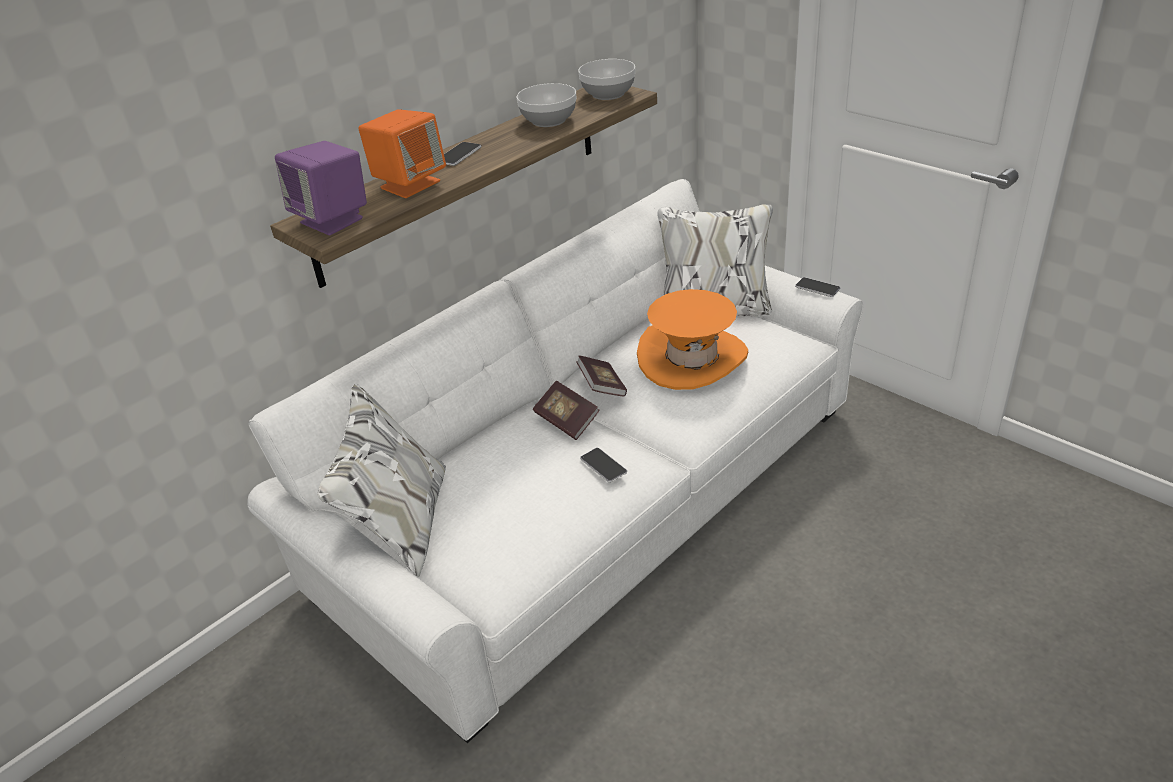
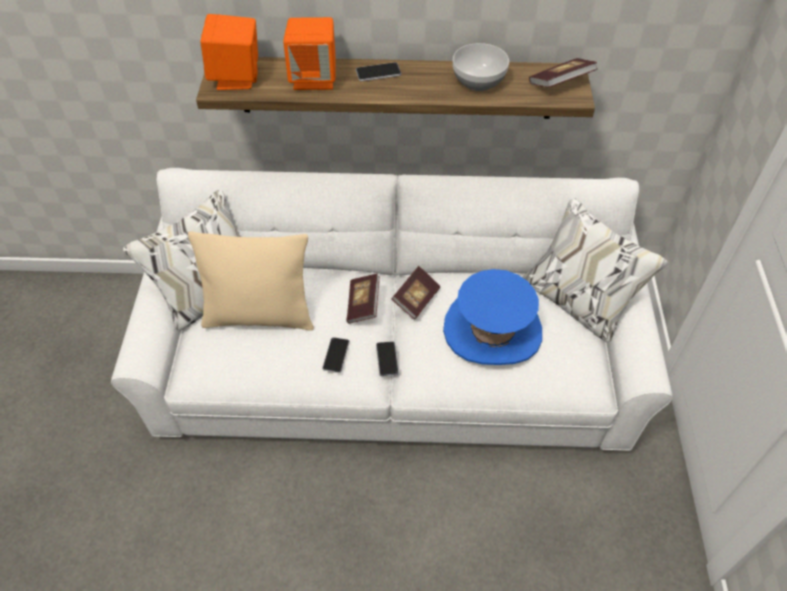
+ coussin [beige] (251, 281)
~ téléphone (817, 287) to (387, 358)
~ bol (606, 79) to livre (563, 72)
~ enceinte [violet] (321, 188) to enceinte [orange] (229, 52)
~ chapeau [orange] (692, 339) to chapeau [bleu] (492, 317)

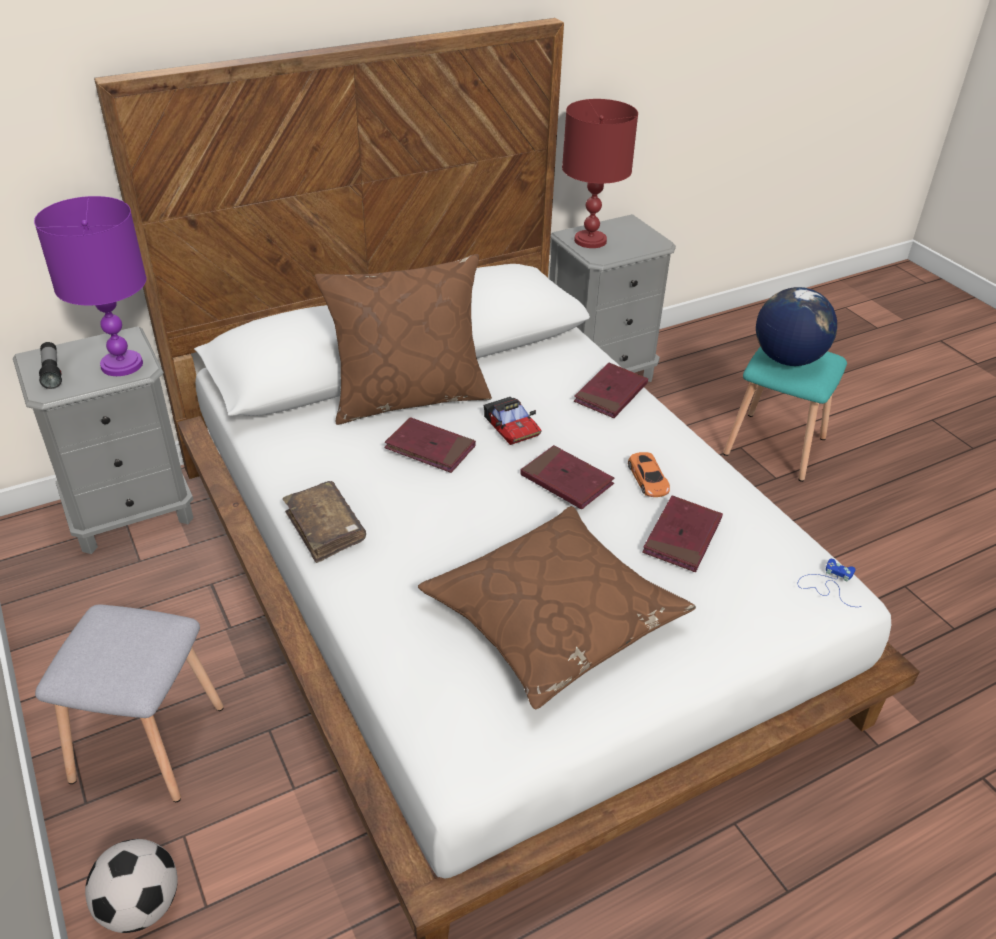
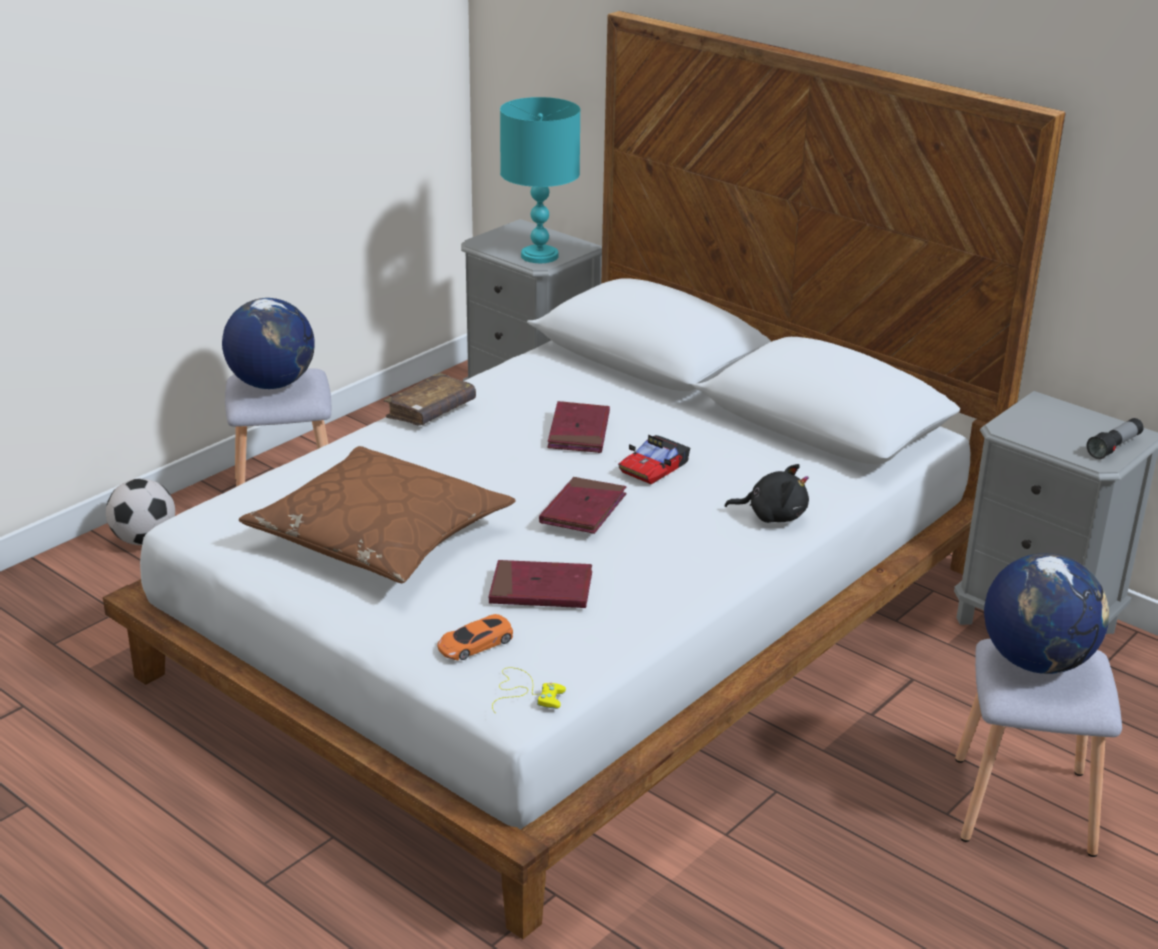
- coussin [marron] (403, 339)
- lampe de table [rouge] (600, 173)
+ globe (268, 343)
~ lampe de poche (50, 365) to (1115, 438)
~ petite voiture [orange] (649, 474) to (475, 637)
~ livre [rouge] (611, 390) to peluche [noir] (767, 493)
~ lampe de table [violet] (90, 286) to lampe de table [turquoise] (540, 180)
~ tabouret [turquoise] (785, 414) to tabouret [gris] (1038, 748)
~ manette [bleu] (829, 583) to manette [jaune] (529, 689)

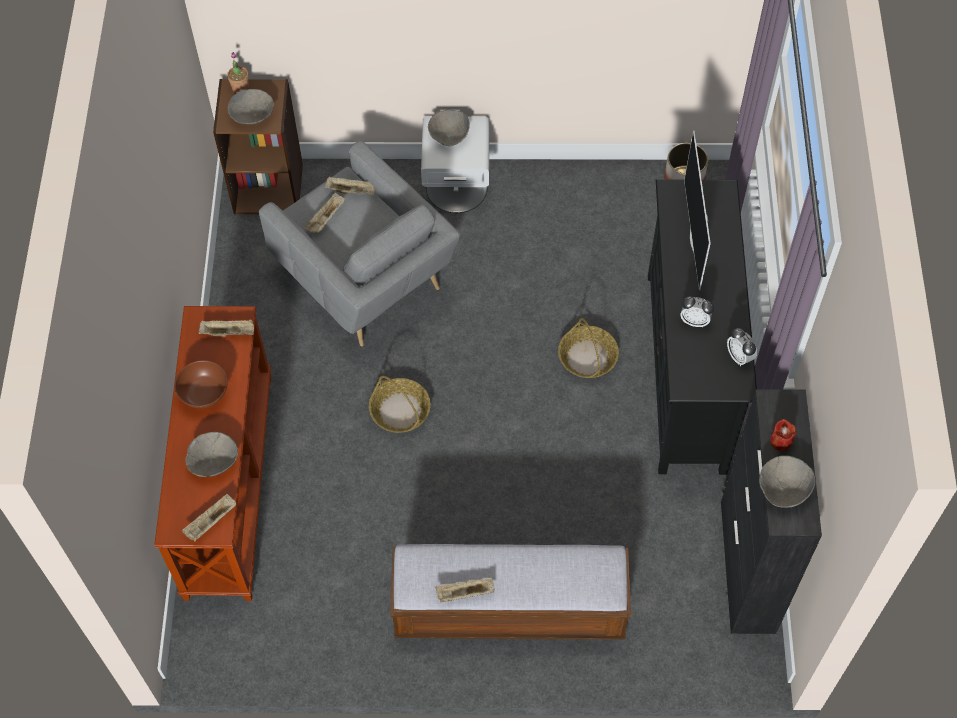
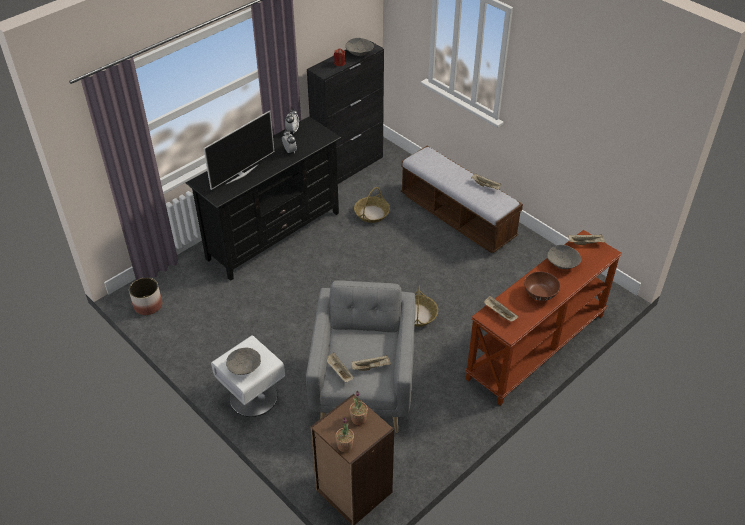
~ panier (588, 348) to (372, 205)
~ bol [gris] (251, 106) to plante en pot (359, 408)

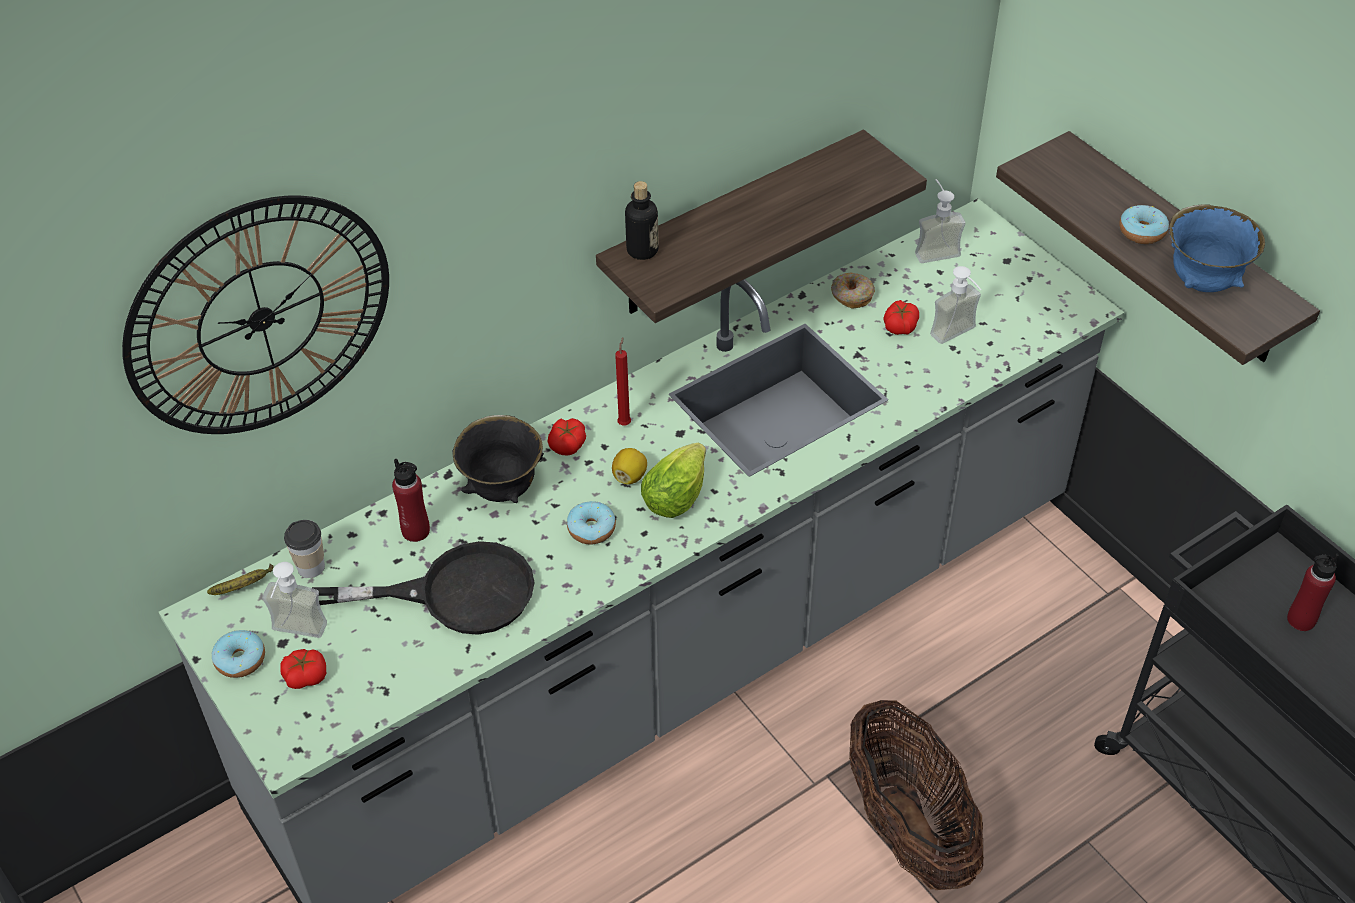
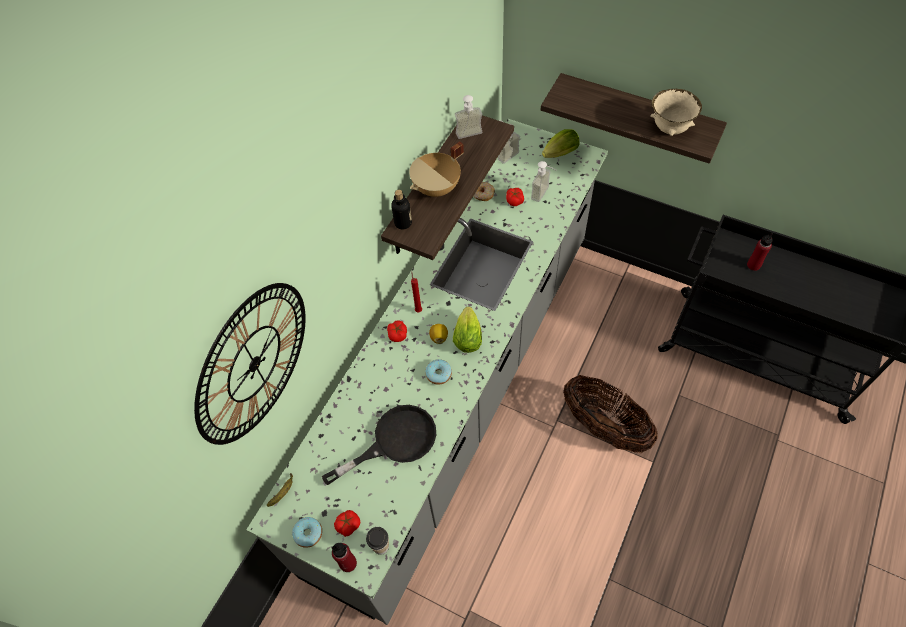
- bol [noir] (498, 459)
- beignet (1144, 224)
+ marmite [beige] (436, 169)
+ laitue (561, 143)
~ distributeur de savon (294, 600) to (468, 117)
~ tasse (304, 549) to (377, 541)
~ bouteille [rouge] (411, 500) to (344, 557)
~ bol [bleu] (1217, 248) to bol [beige] (676, 112)

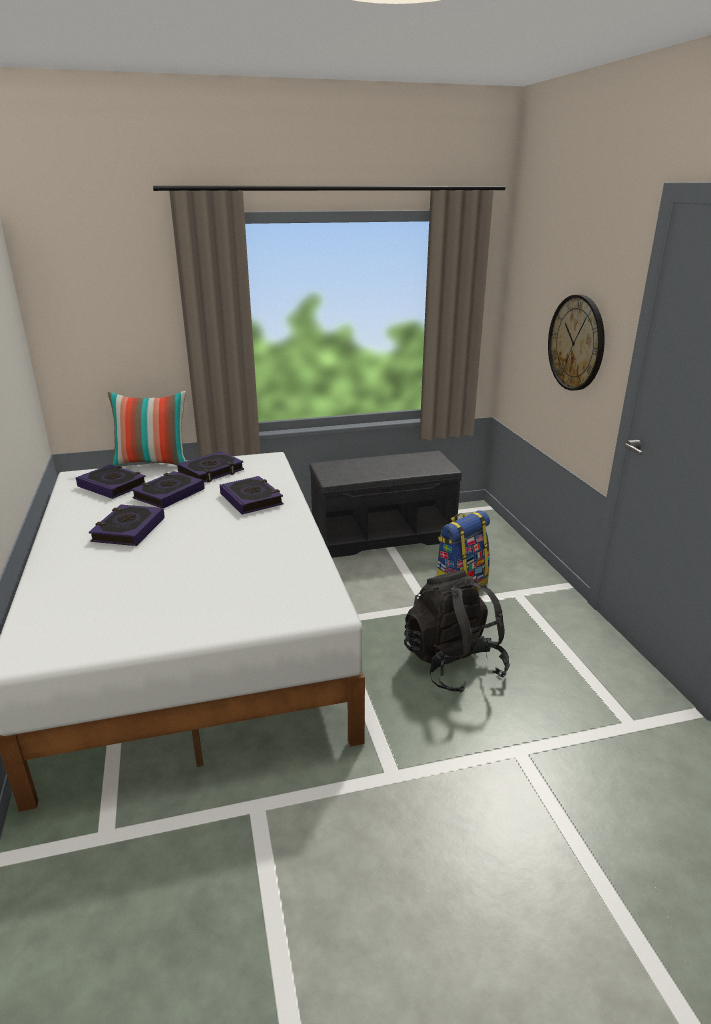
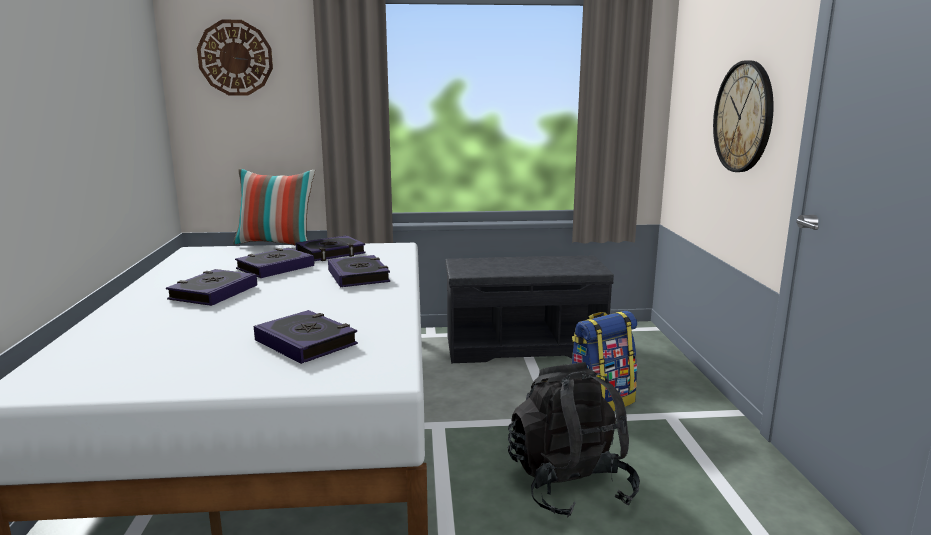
+ horloge murale (235, 58)
~ livre (111, 481) to (306, 337)

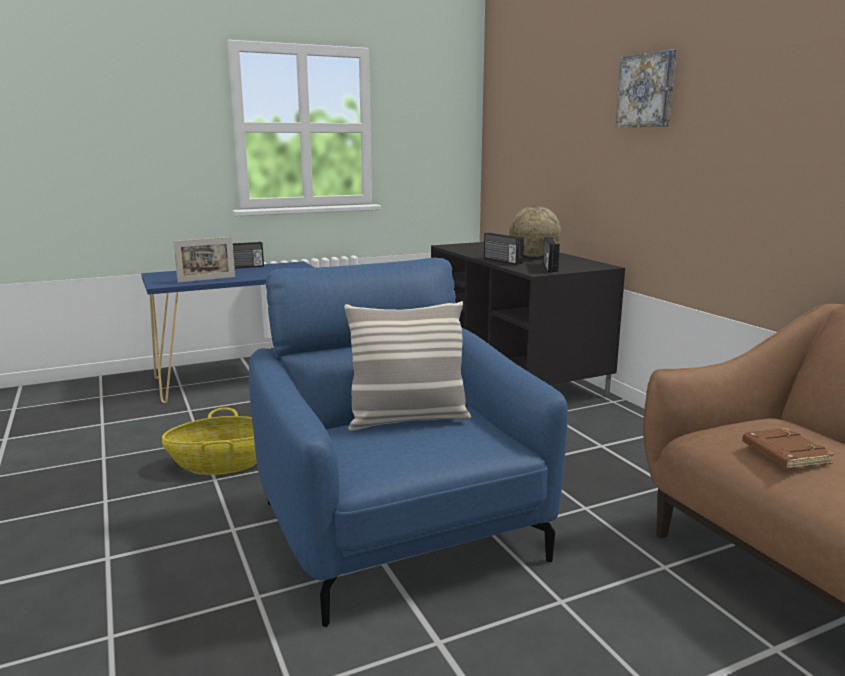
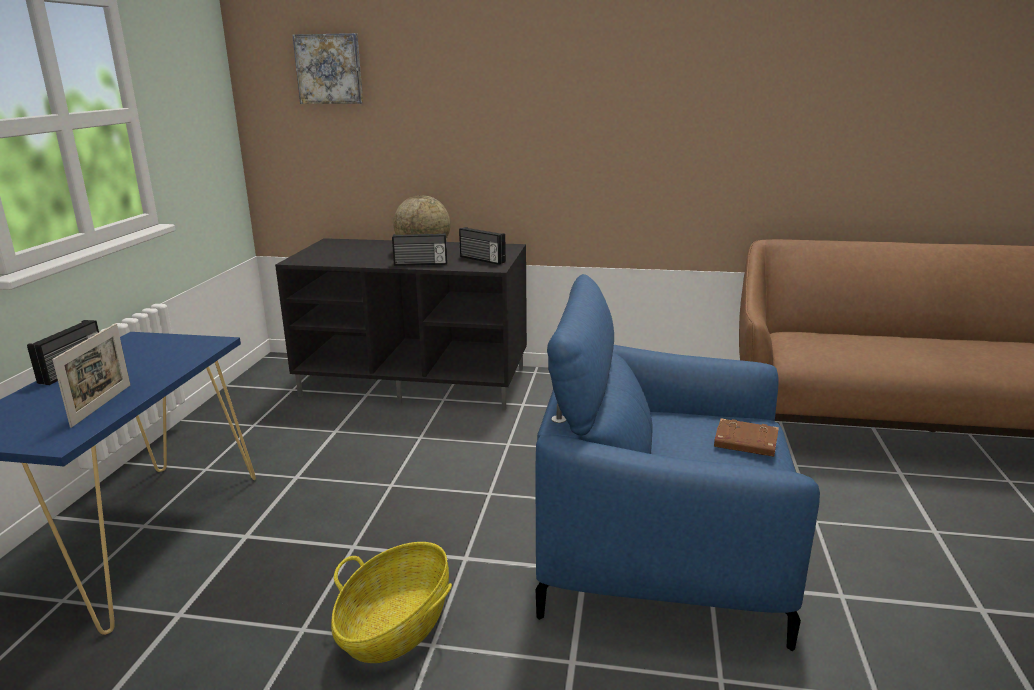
- coussin (407, 366)
~ tableau (646, 88) to (327, 68)
~ livre [marron] (788, 448) to (746, 437)

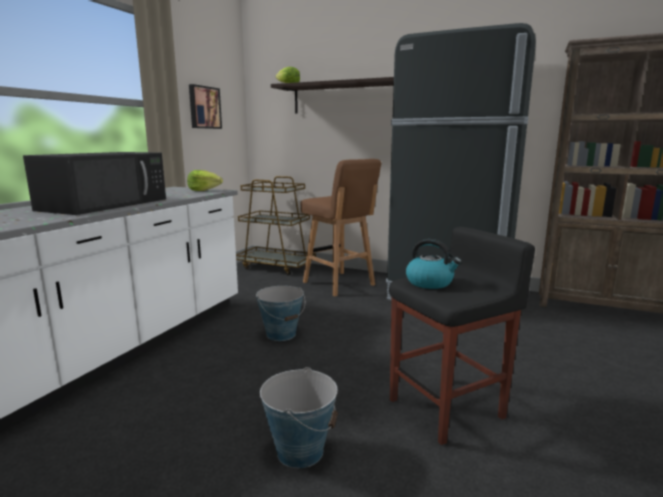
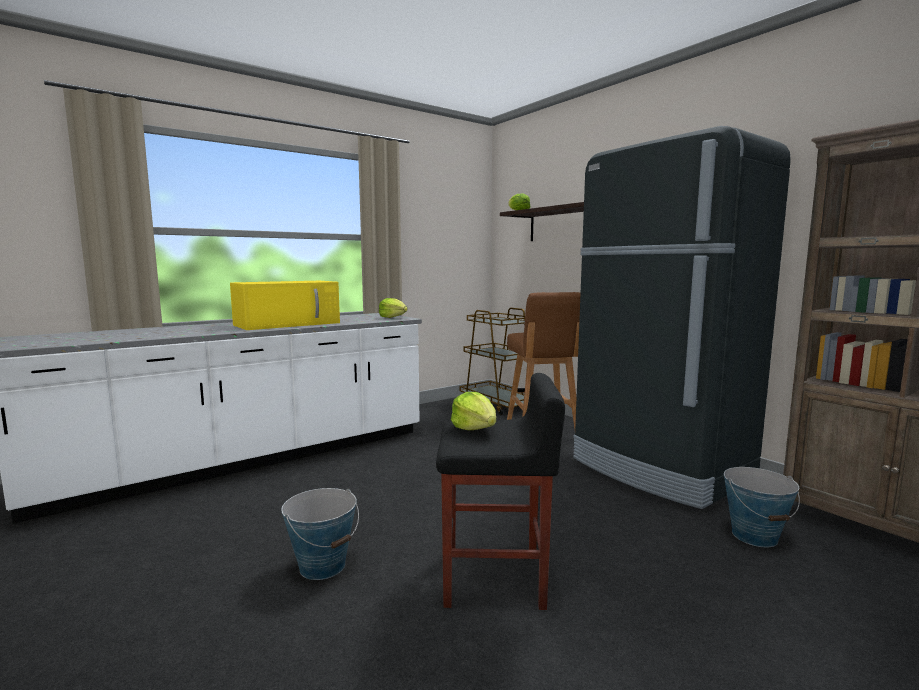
- tableau (205, 106)
~ seau (280, 313) to (762, 507)
~ bouilloire (434, 264) to laitue (473, 411)
~ micro-ondes [noir] (94, 183) to micro-ondes [jaune] (285, 305)

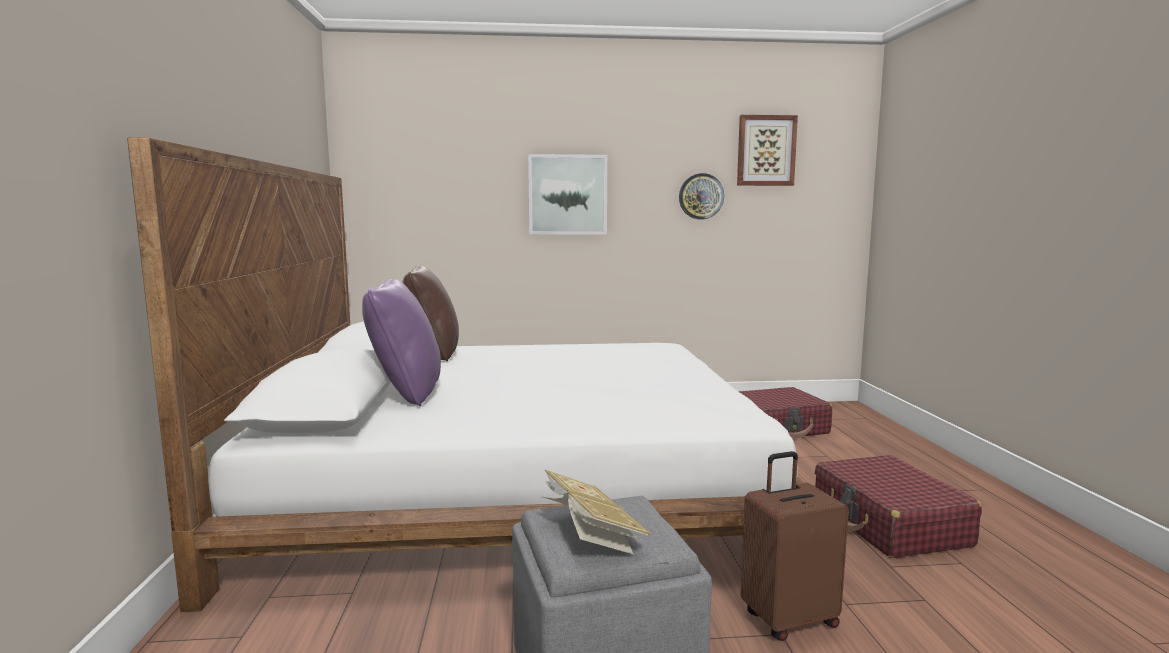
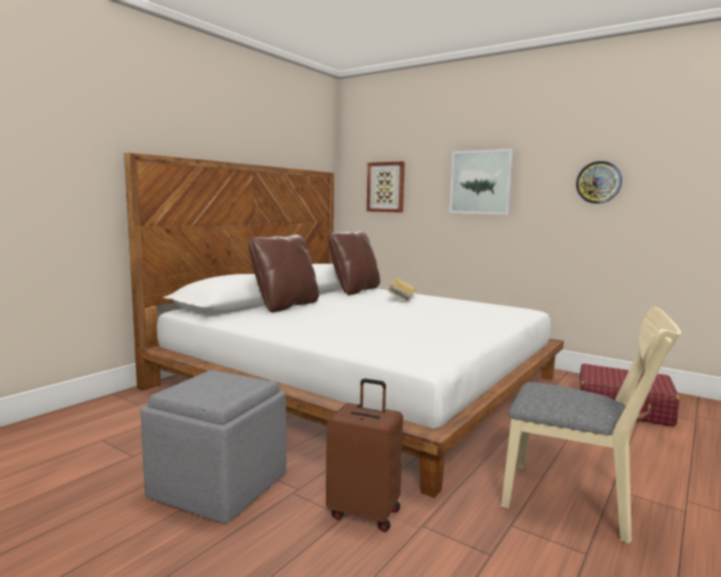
~ livre (597, 512) to (402, 290)
~ tableau (767, 150) to (386, 187)
~ valise [rouge] (898, 506) to chaise [beige] (591, 425)
~ coussin [violet] (401, 342) to coussin [marron] (284, 274)

